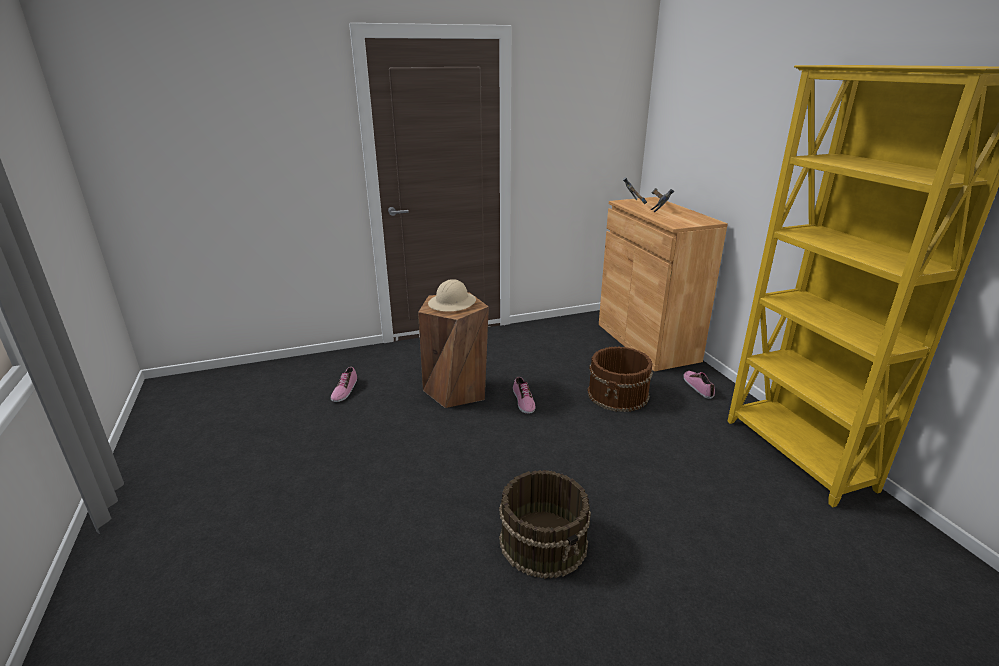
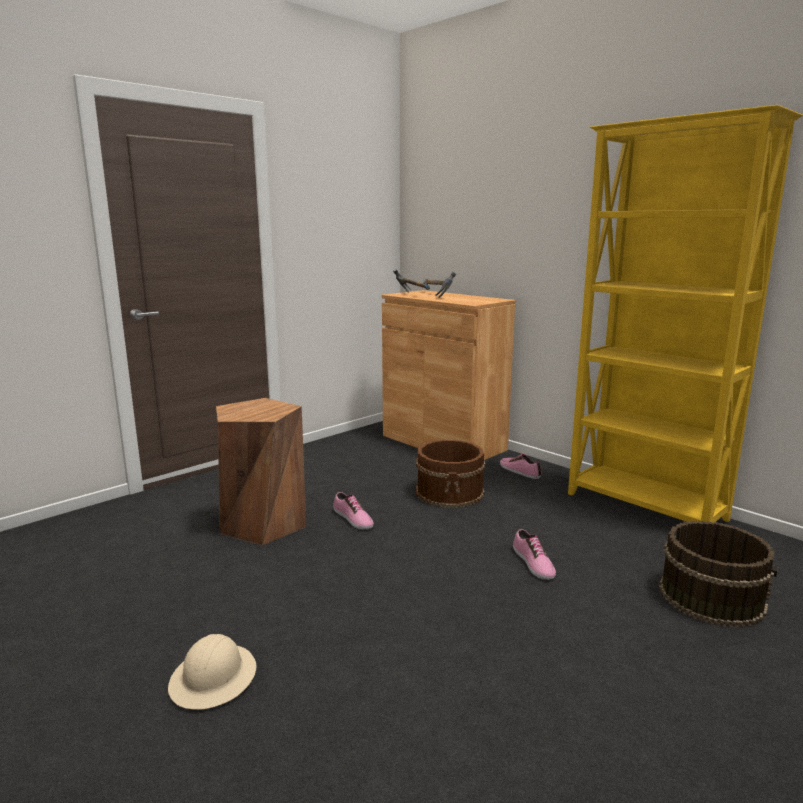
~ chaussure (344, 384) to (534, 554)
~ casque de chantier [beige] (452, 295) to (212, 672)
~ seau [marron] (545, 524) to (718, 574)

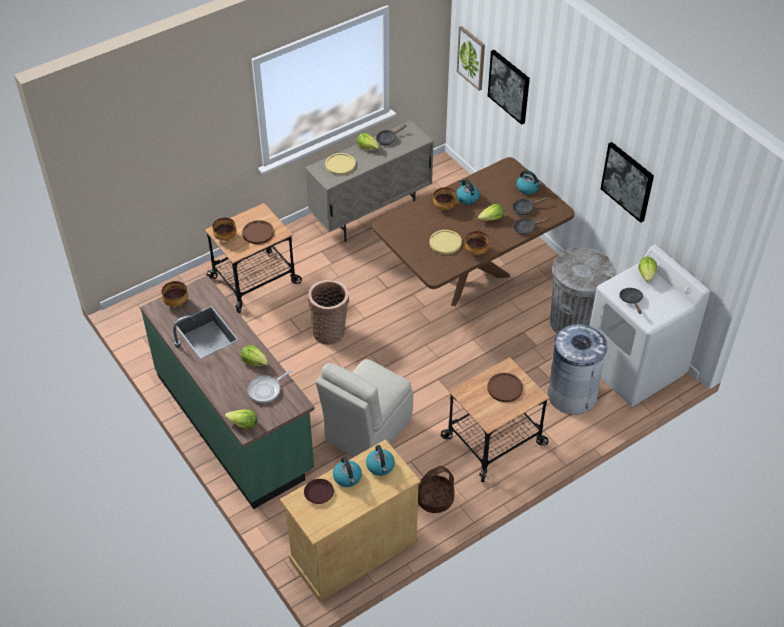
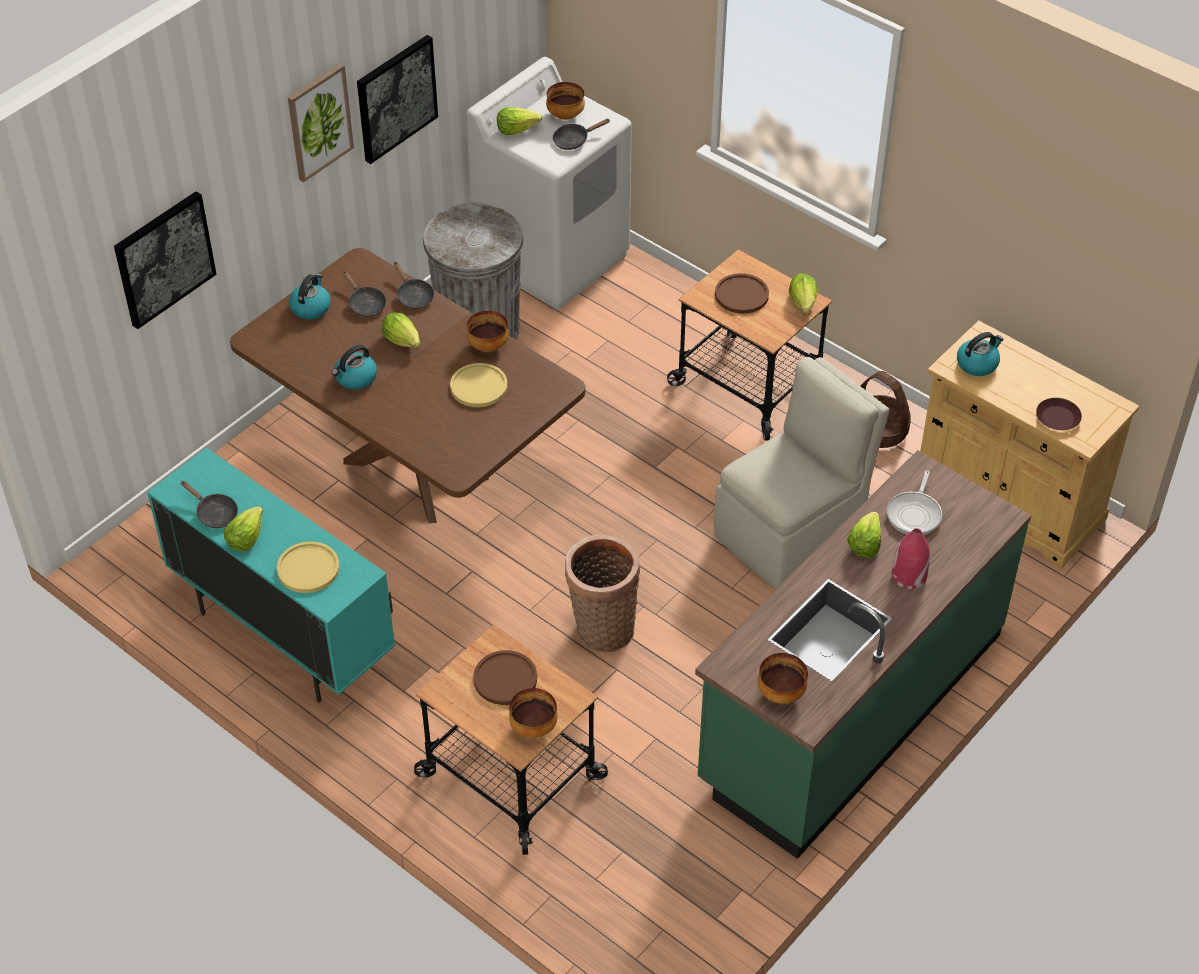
- bouilloire (347, 471)
- poubelle [gris] (577, 369)
+ vase [rouge] (911, 558)
~ laitue (241, 419) to (803, 293)
~ bol (445, 198) to (565, 101)
~ tableau (471, 58) to (321, 123)
~ meuble de rangement [beige] (369, 181) to meuble de rangement [turquoise] (271, 575)
~ poêle (270, 386) = (914, 503) 75 degrees clockwise
~ chaise [beige] (364, 408) = (801, 473) 60 degrees counterclockwise

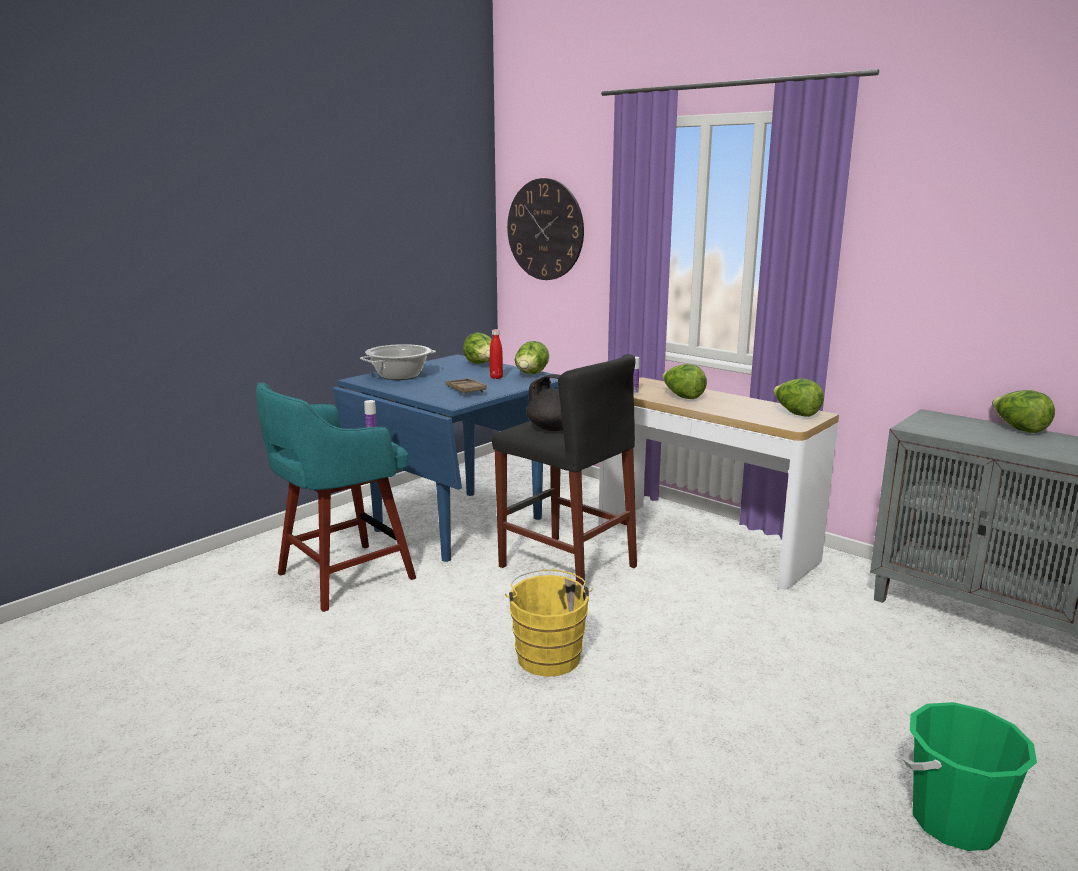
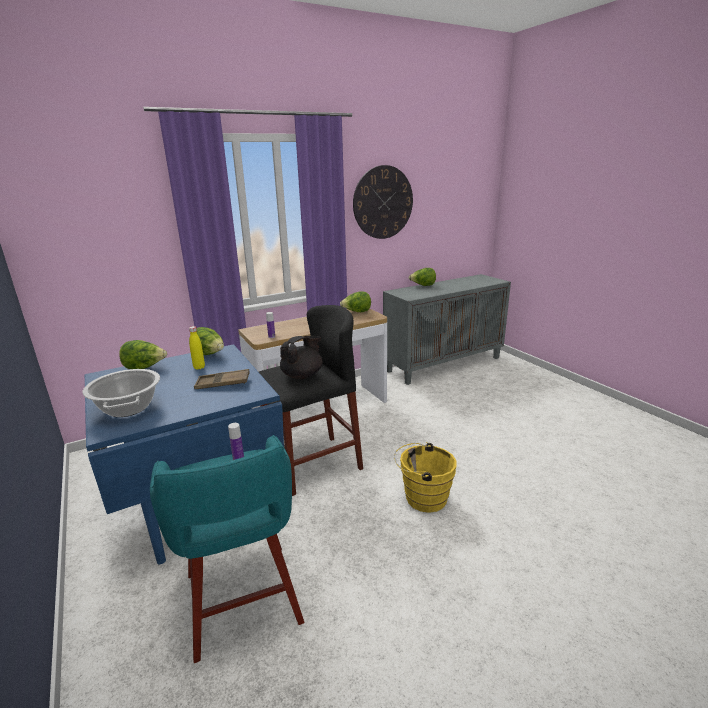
- laitue (684, 381)
- seau [vert] (970, 776)
~ horloge murale (545, 229) to (383, 202)
~ bouteille [rouge] (496, 354) to bouteille [jaune] (197, 348)

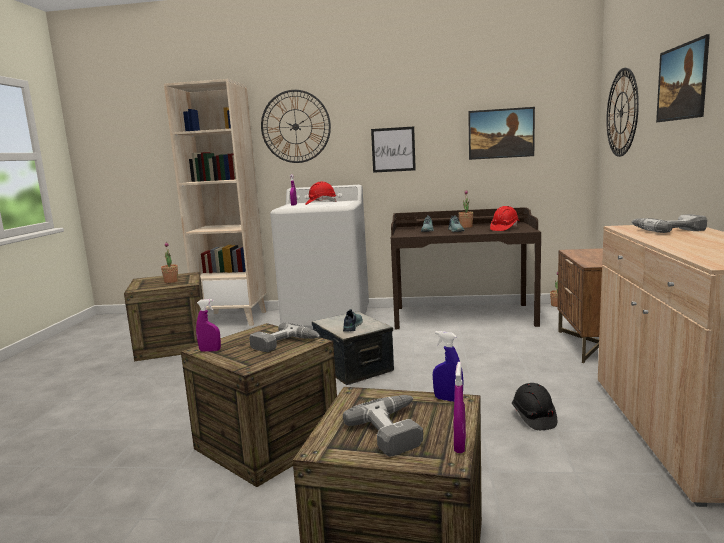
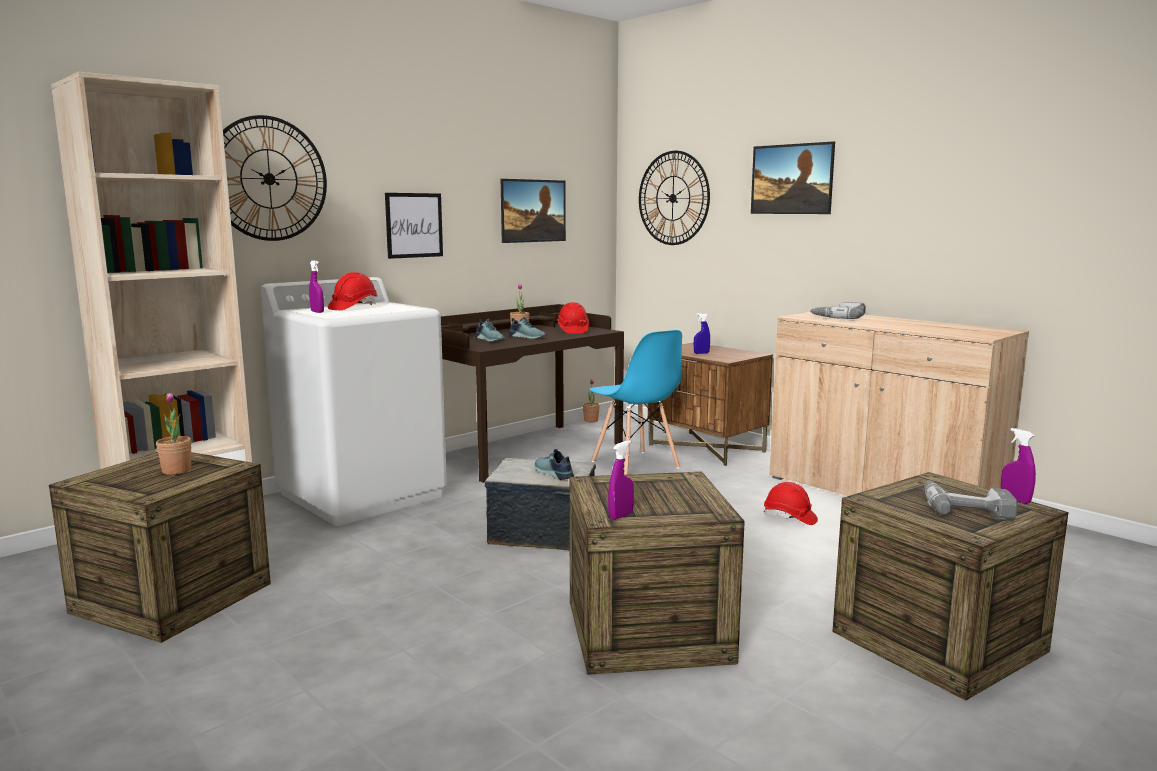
- perceuse (284, 337)
+ chaise [bleu] (636, 402)
~ vaporisateur [bleu] (448, 366) to (702, 333)
~ casque de chantier [noir] (534, 406) to casque de chantier [rouge] (791, 503)

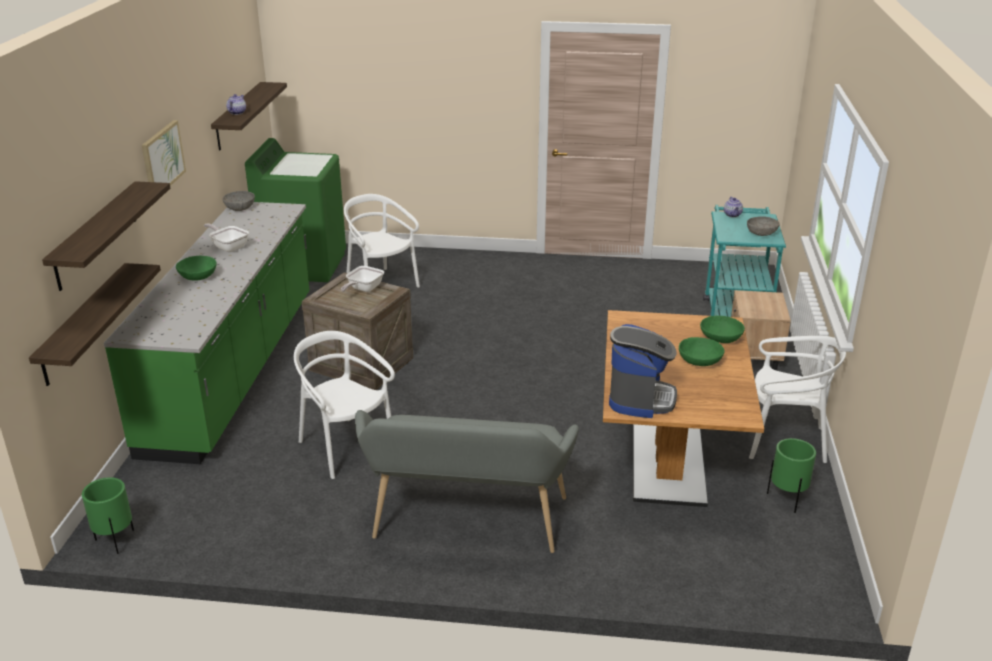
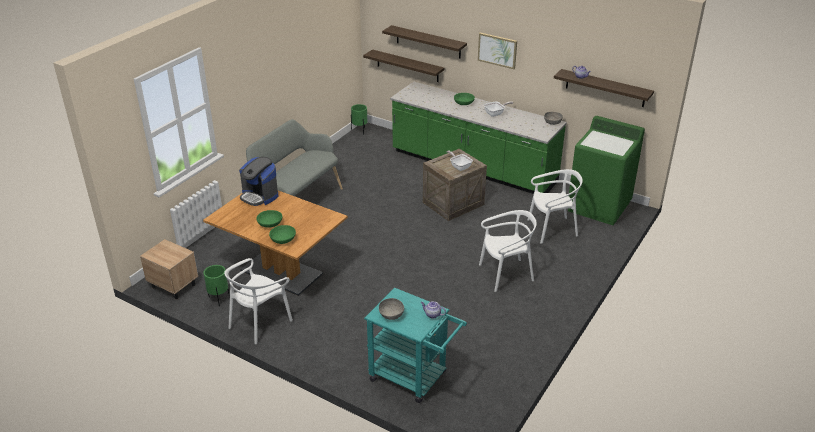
~ chaise [blanc] (344, 405) to (508, 251)
~ table de chevet [beige] (761, 330) to (169, 269)

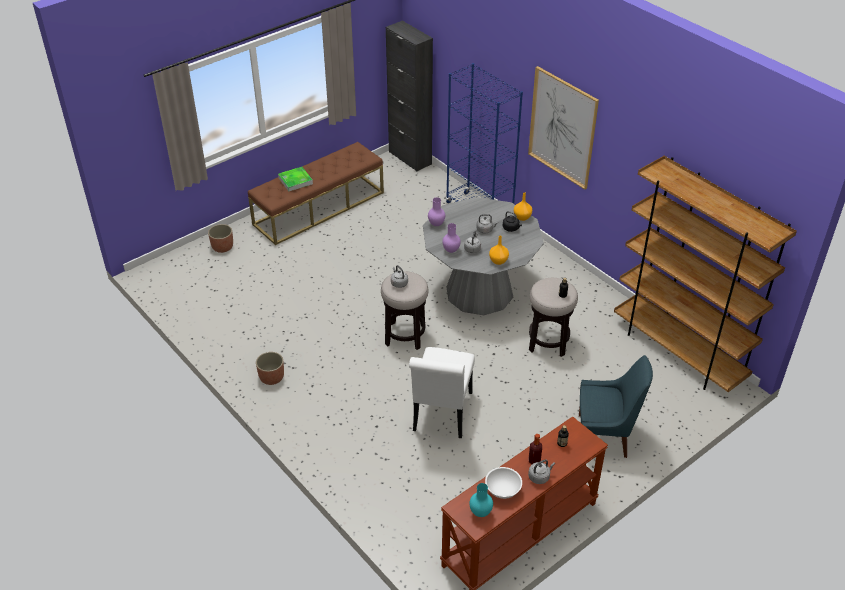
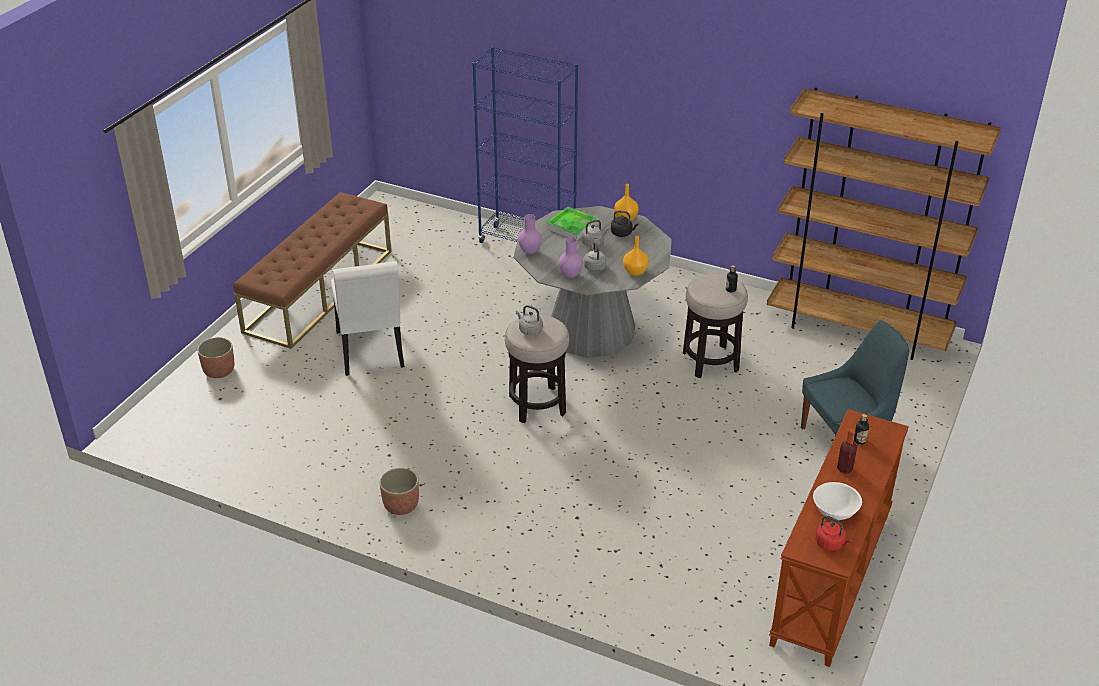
- meuble de rangement [noir] (409, 96)
- tableau (563, 127)
- bouilloire [gris] (541, 472)
~ plateau (295, 179) to (572, 223)
~ chaise [blanc] (442, 392) to (368, 318)
~ vase [turquoise] (481, 500) to bouilloire [rouge] (833, 533)

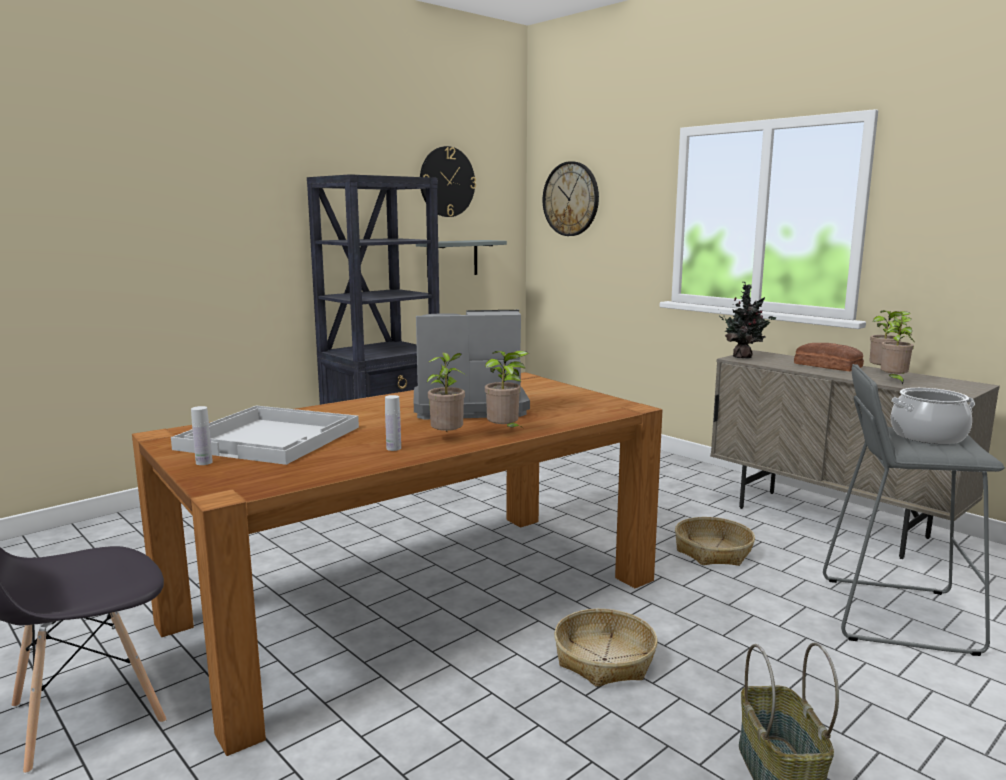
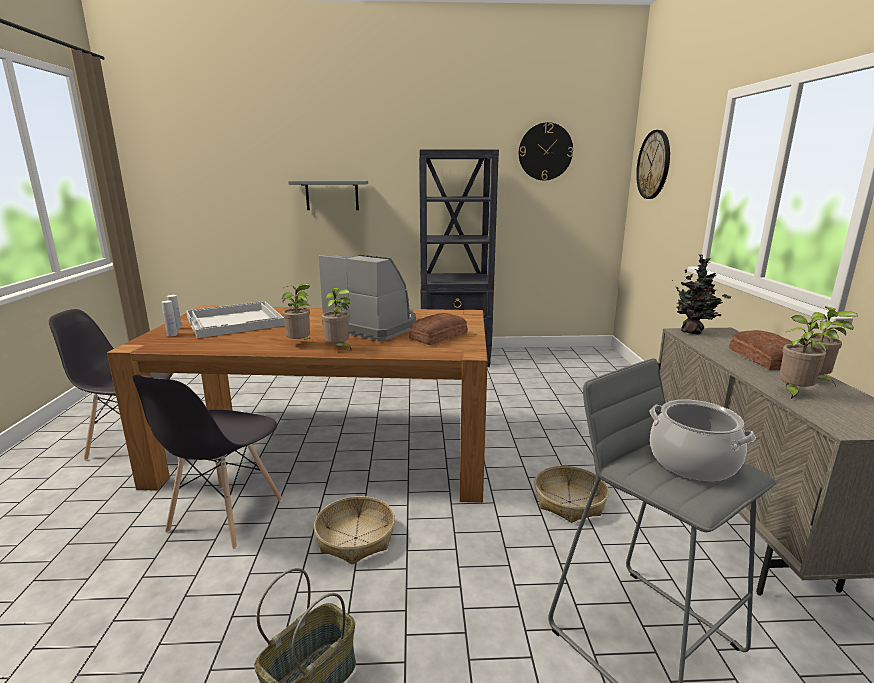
+ chaise [gris] (207, 461)
+ pain (438, 329)
~ bouteille [blanc] (393, 423) to (169, 318)
~ étagère [gris] (461, 259) to (328, 195)

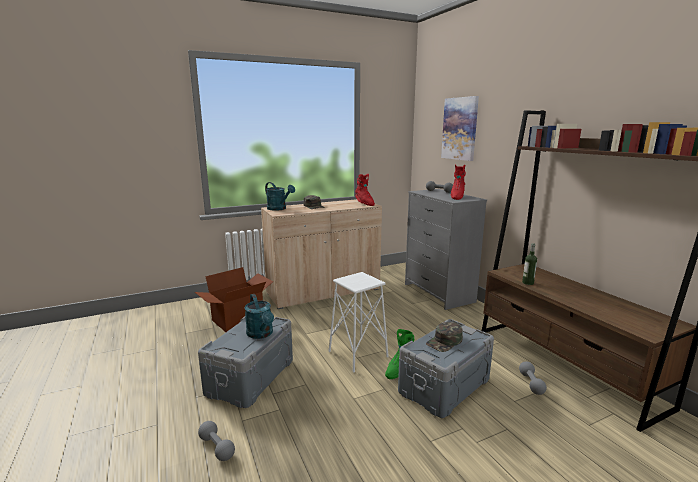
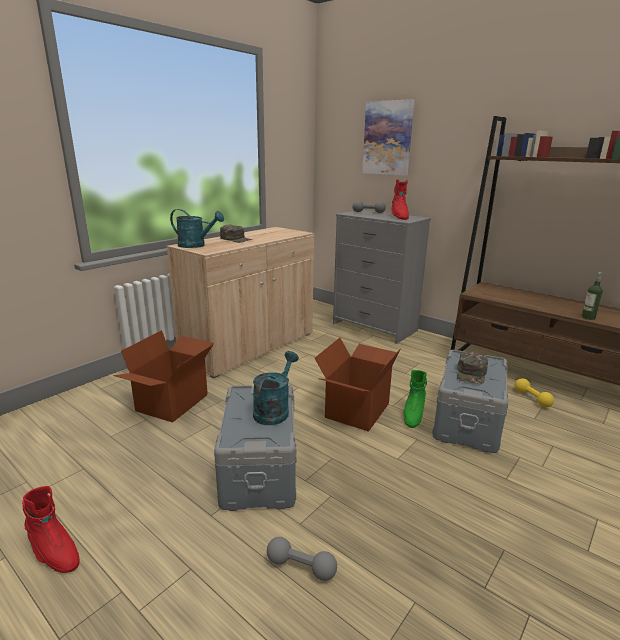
~ botte [rouge] (365, 190) to (51, 529)
~ bouteille (529, 264) to (592, 296)
~ tabouret [blanc] (358, 322) to carton (358, 385)
~ haltère [gris] (533, 378) to haltère [jaune] (534, 392)
~ arrosoir [turquoise] (259, 316) = (276, 388) 105 degrees counterclockwise

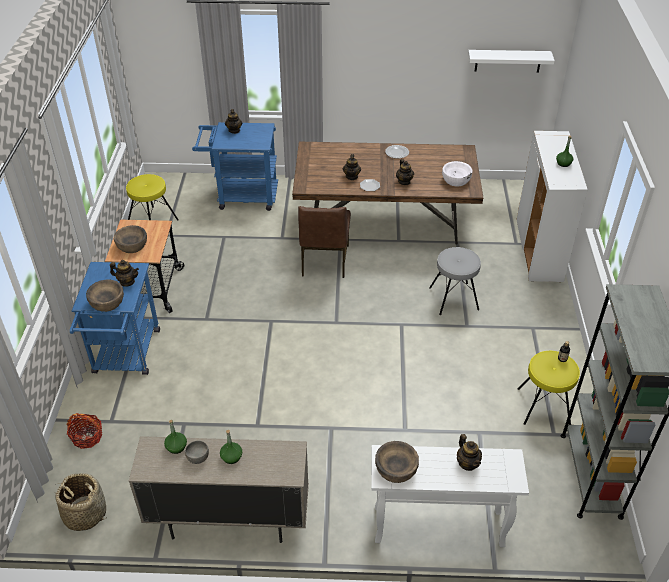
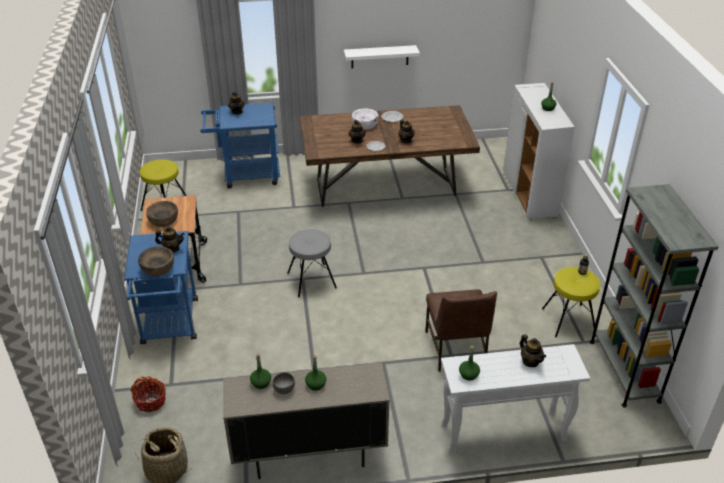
~ chaise [marron] (324, 242) to (461, 330)
~ tabouret [gris] (455, 281) to (312, 263)
~ bol [blanc] (457, 174) to (365, 119)
~ étagère [blanc] (511, 61) to (382, 56)
~ bol [marron] (397, 462) to bouteille [vert] (469, 363)

